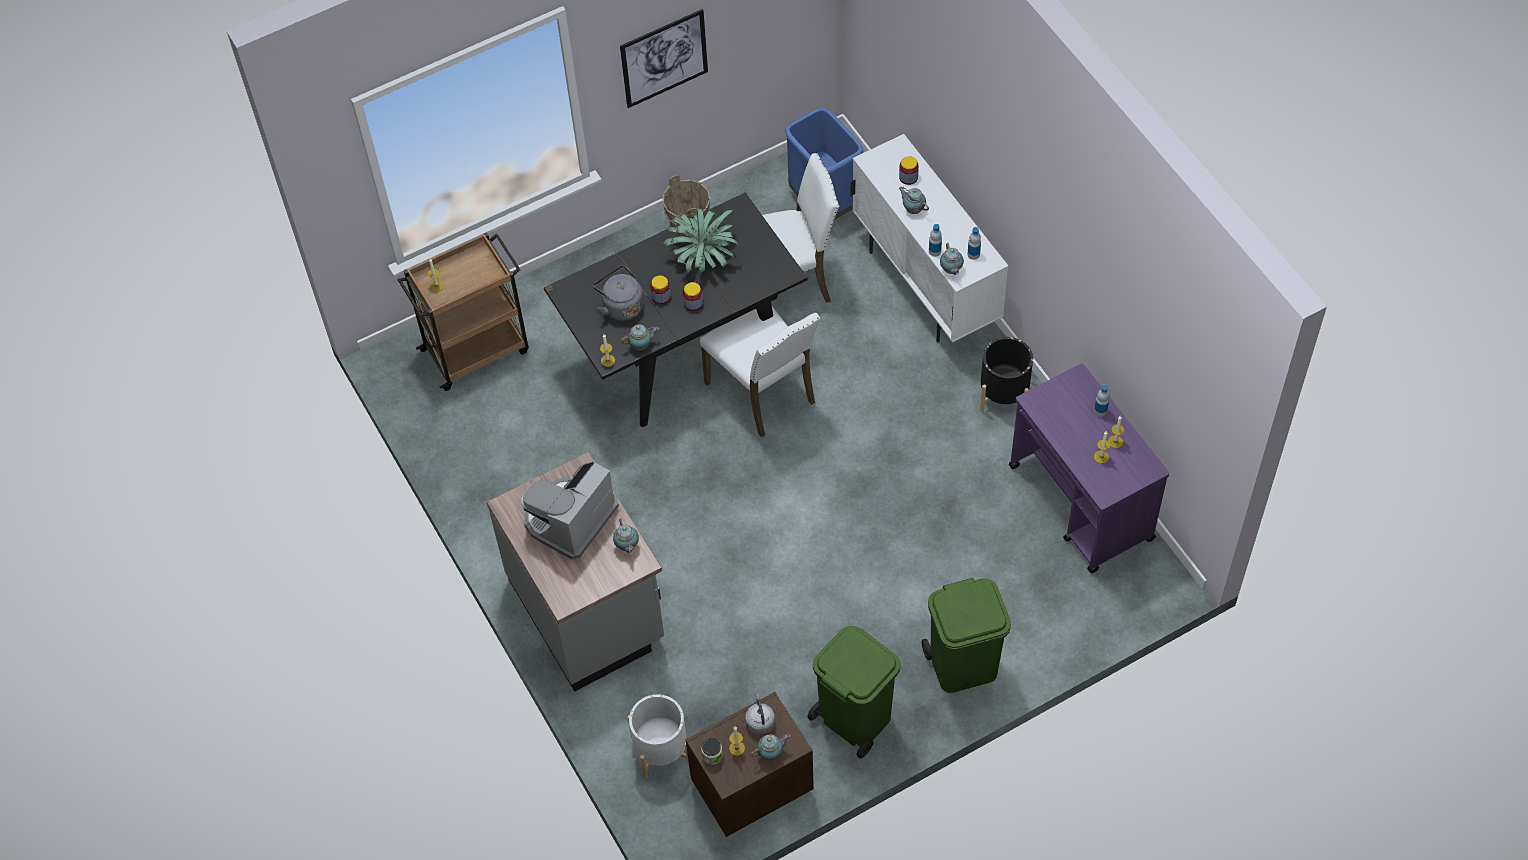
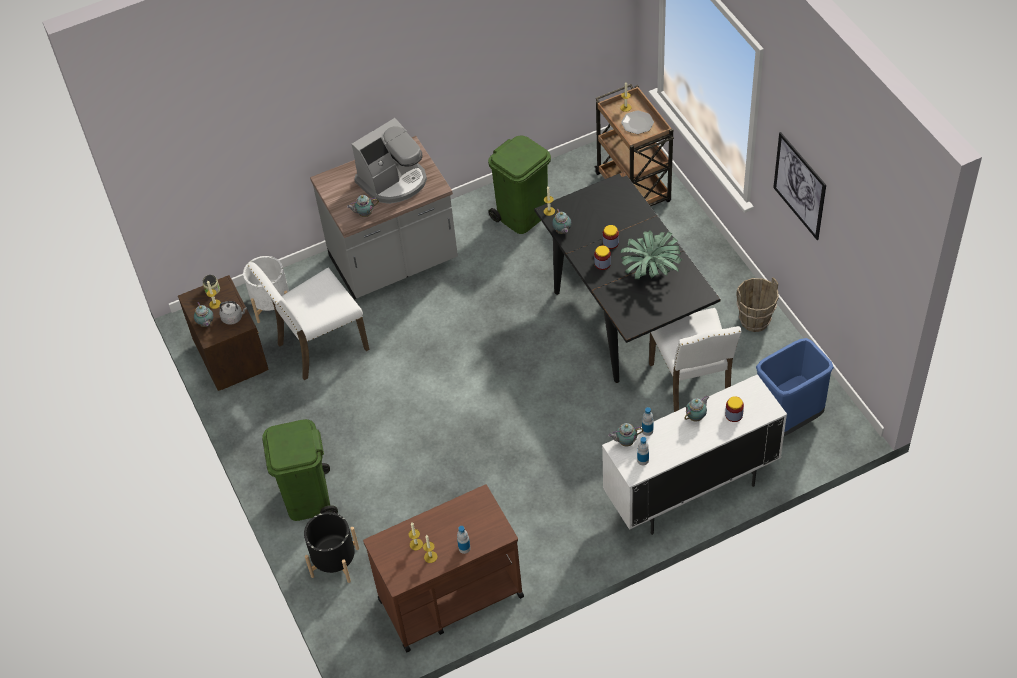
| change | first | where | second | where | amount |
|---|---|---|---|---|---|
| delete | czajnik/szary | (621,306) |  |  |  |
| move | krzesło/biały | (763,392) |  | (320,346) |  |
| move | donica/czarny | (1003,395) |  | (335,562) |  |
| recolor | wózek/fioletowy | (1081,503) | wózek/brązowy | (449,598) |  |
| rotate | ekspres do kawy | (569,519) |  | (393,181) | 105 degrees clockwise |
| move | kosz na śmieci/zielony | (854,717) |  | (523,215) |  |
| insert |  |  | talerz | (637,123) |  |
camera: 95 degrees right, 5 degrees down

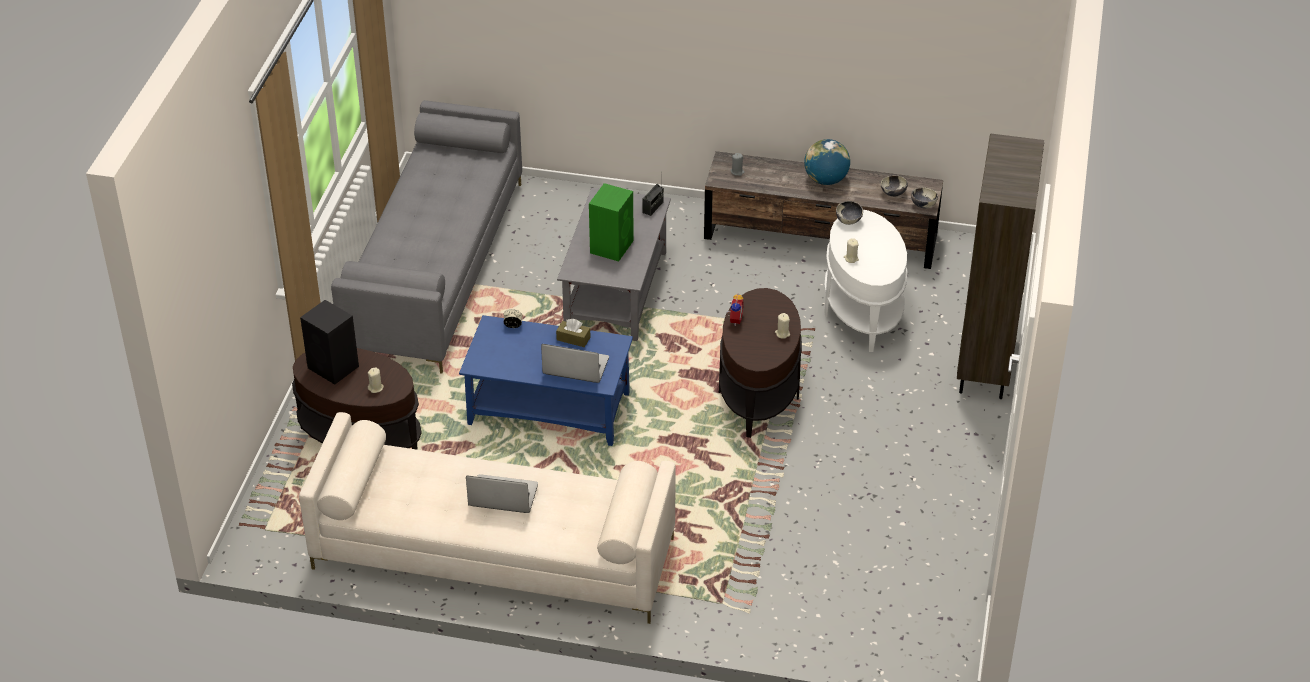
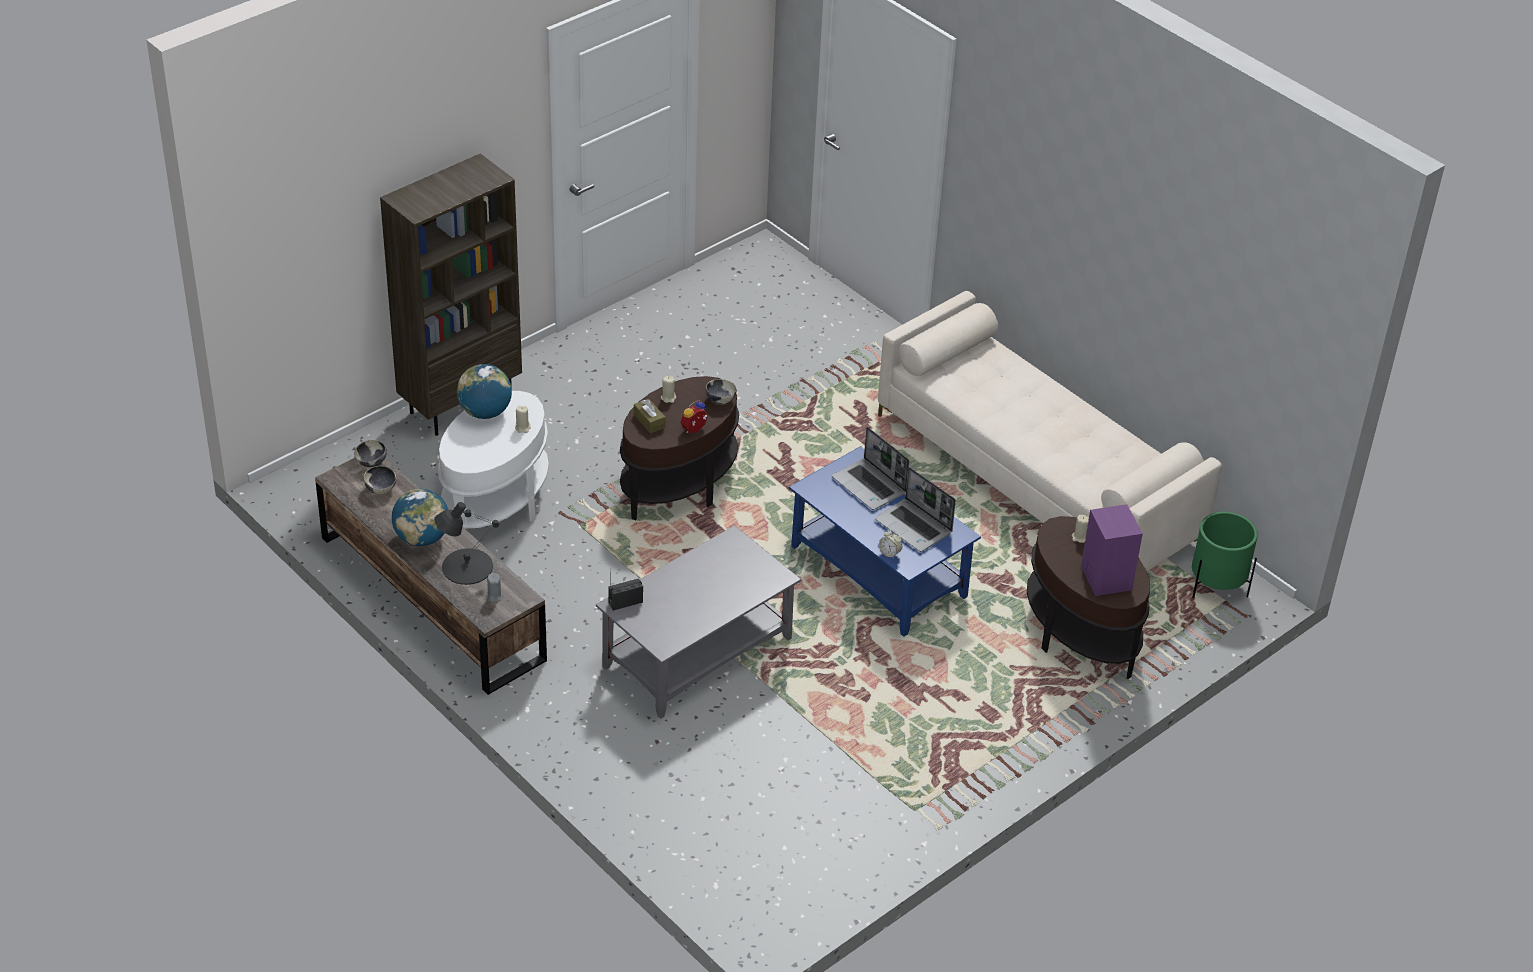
| change | first | where | second | where | amount |
|---|---|---|---|---|---|
| delete | kanapa/szary | (435,267) |  |  |  |
| delete | głośnik/zielony | (612,246) |  |  |  |
| move | miska | (848,221) |  | (720,400) |  |
| recolor | głośnik/czarny | (334,368) | głośnik/fioletowy | (1105,577) |  |
| move | pudełko chusteczek/brązowy | (573,339) |  | (649,421) |  |
| move | laptop | (502,496) |  | (914,527) |  |
| insert |  |  | globus | (485,412) |  |
| insert |  |  | lampa stołowa/czarny | (466,566) |  |
| insert |  |  | donica/zielony | (1216,586) |  |
camera: 145 degrees left, 0 degrees up

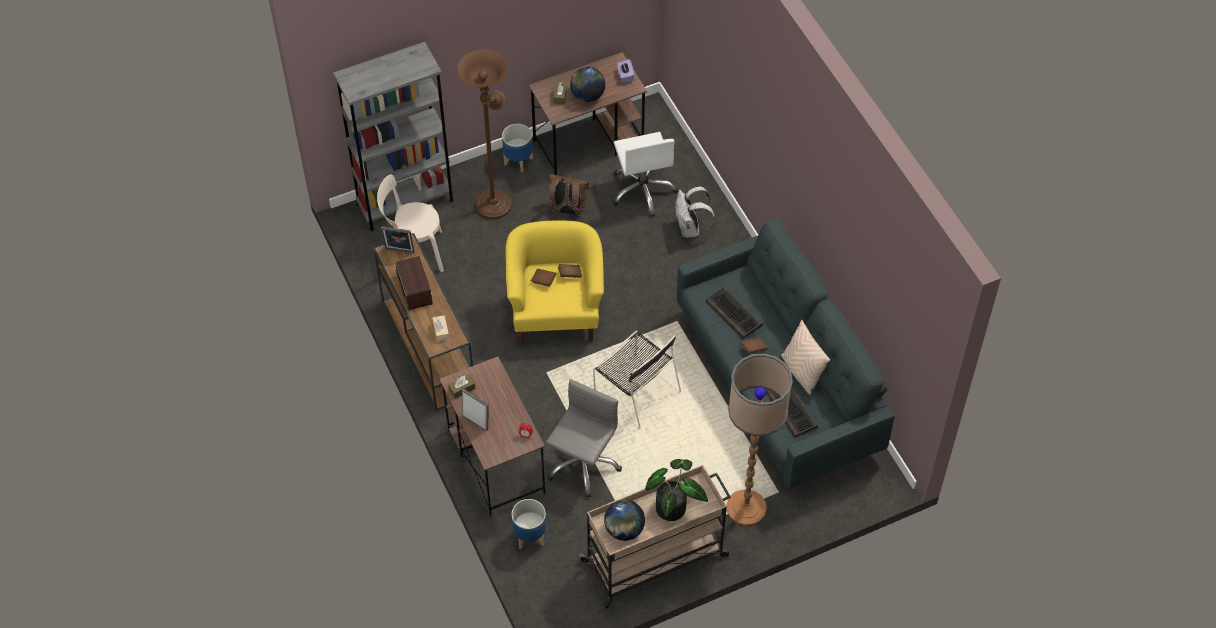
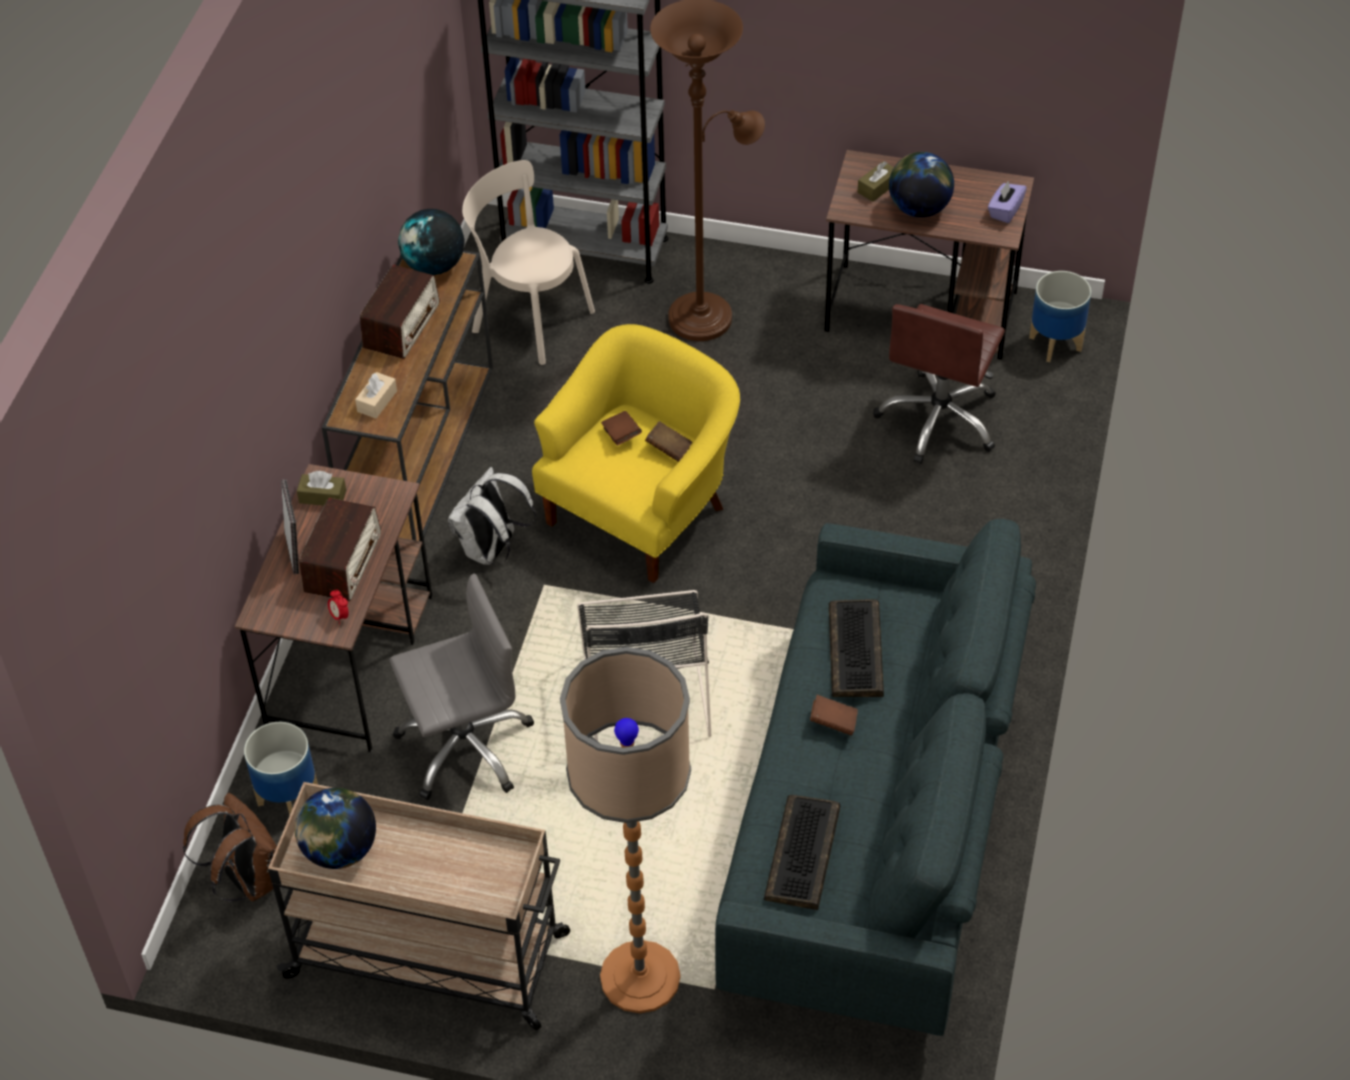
| change | first | where | second | where | amount |
|---|---|---|---|---|---|
| move | donica | (518,161) |  | (1056,343) |  |
| recolor | krzesło biurowe/biały | (643,190) | krzesło biurowe/brązowy | (939,419) |  |
| move | plecak/brązowy | (567,210) |  | (247,879) |  |
| move | plecak/biały | (690,229) |  | (491,550) |  |
| replace | ramka na zdjęcie | (399,251) | globus | (434,266) |  |
| delete | poduszka/beżowy | (801,372) |  |  |  |
| delete | roślina doniczkowa | (673,506) |  |  |  |
| insert |  |  | radio | (343,562) |  |
camera: 40 degrees right, 5 degrees down

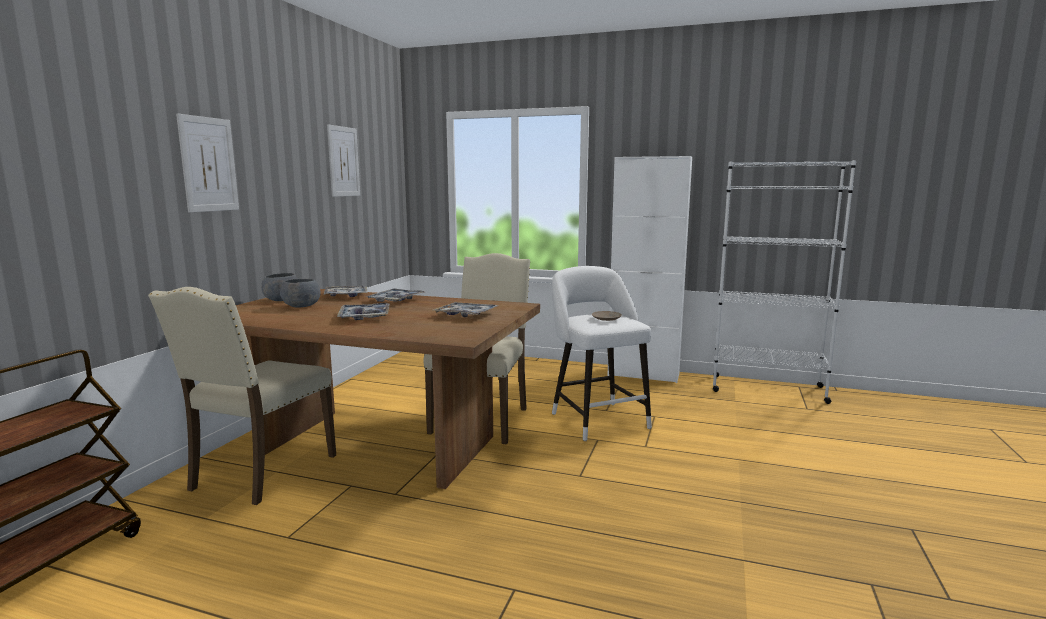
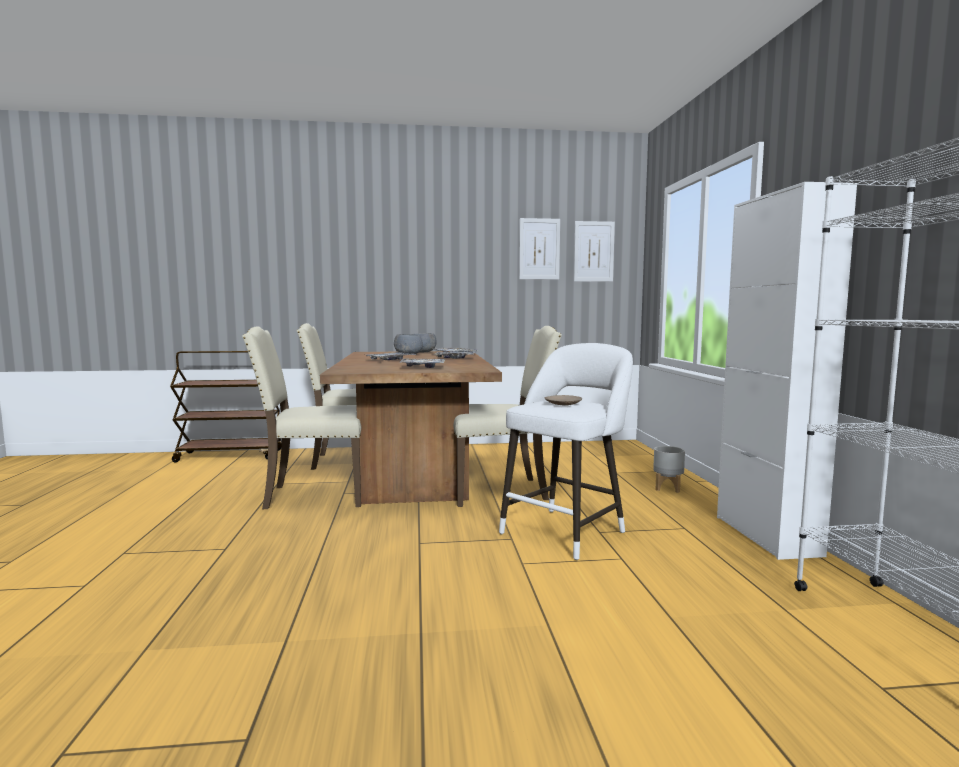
| change | first | where | second | where | amount |
|---|---|---|---|---|---|
| move | obraz | (208,164) |  | (594,251) |  |
| insert |  |  | krzesło/beżowy | (314,495) |  |
| insert |  |  | donica/szary | (668,488) |  |
camera: 65 degrees right, 5 degrees down

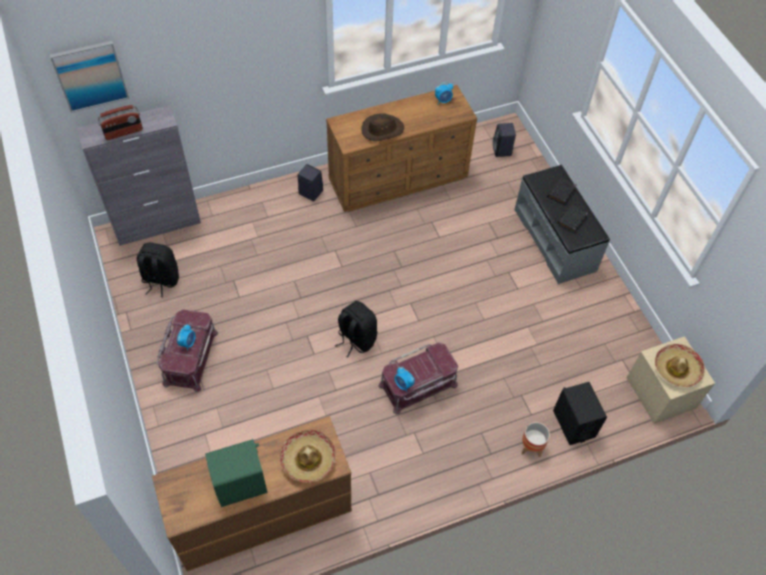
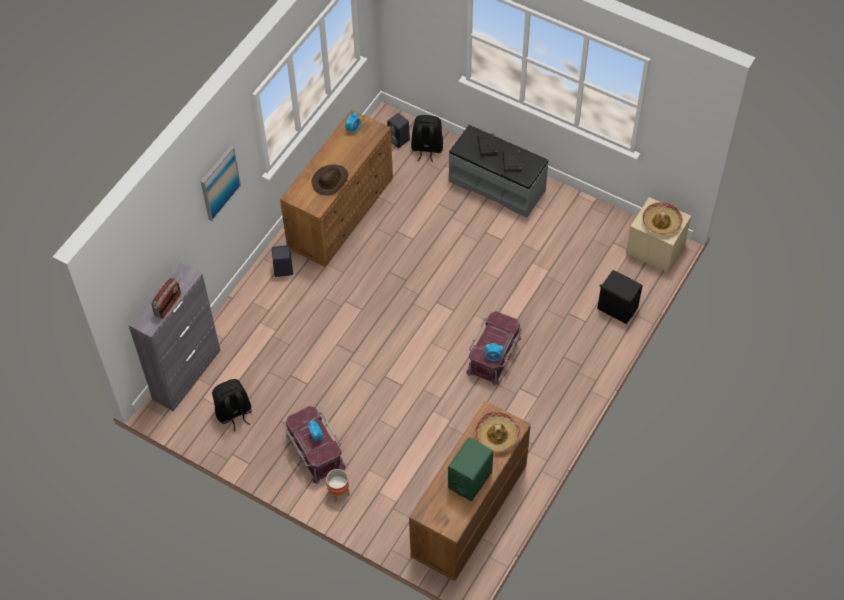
| change | first | where | second | where | amount |
|---|---|---|---|---|---|
| move | obraz | (90,75) |  | (219,182) |  |
| move | plecak/czarny | (356,339) |  | (426,148) |  |
| move | donica | (531,447) |  | (338,492) |  |
camera: 35 degrees left, 0 degrees up

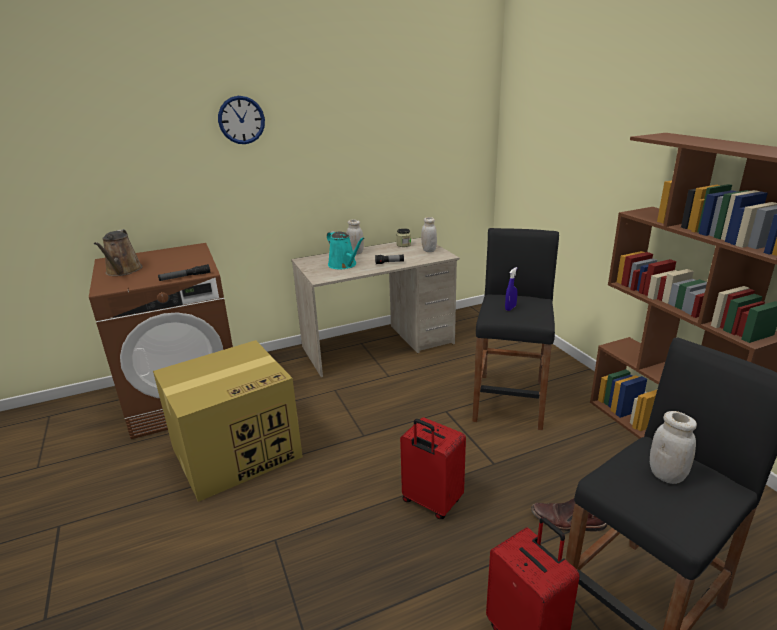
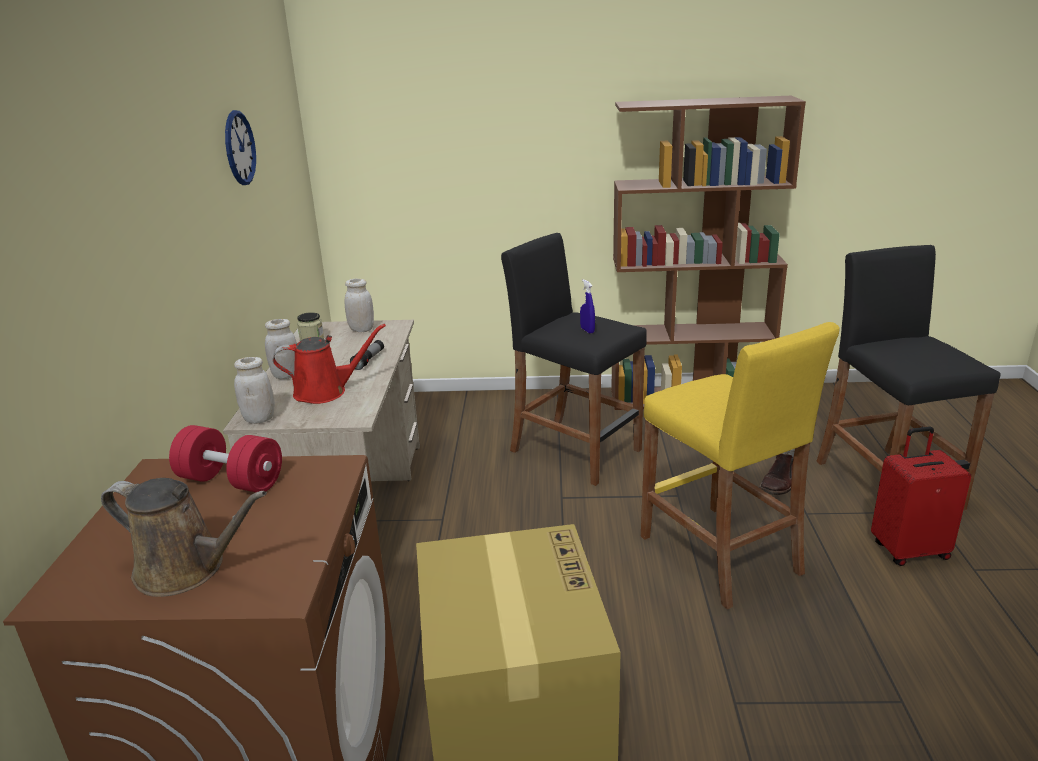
| change | first | where | second | where | amount |
|---|---|---|---|---|---|
| move | zegar ścienny | (241,120) |  | (239,148) |  |
| recolor | konewka/turkusowy | (344,265) | konewka/czerwony | (325,391) |  |
| delete | latarka | (185,277) |  |  |  |
| move | słoik/biały | (666,475) |  | (259,419) |  |
| replace | walizka/czerwony | (431,502) | stołek/żółty | (720,555) |  |
| insert |  |  | hantel/czerwony | (231,481) |  |
camera: 65 degrees left, 0 degrees up

